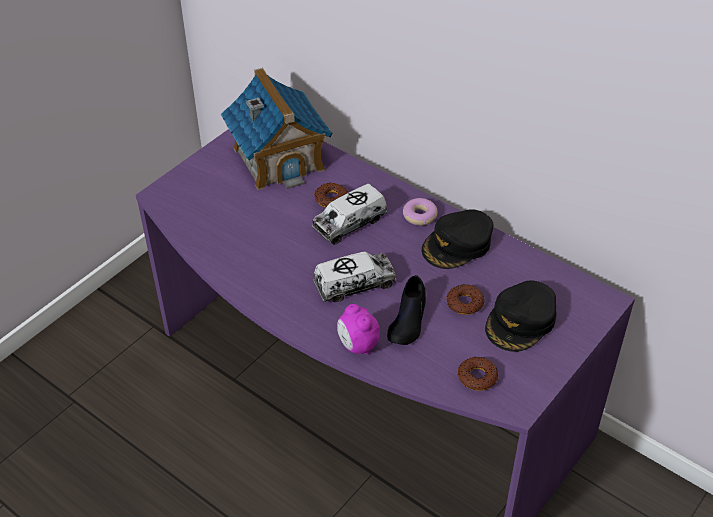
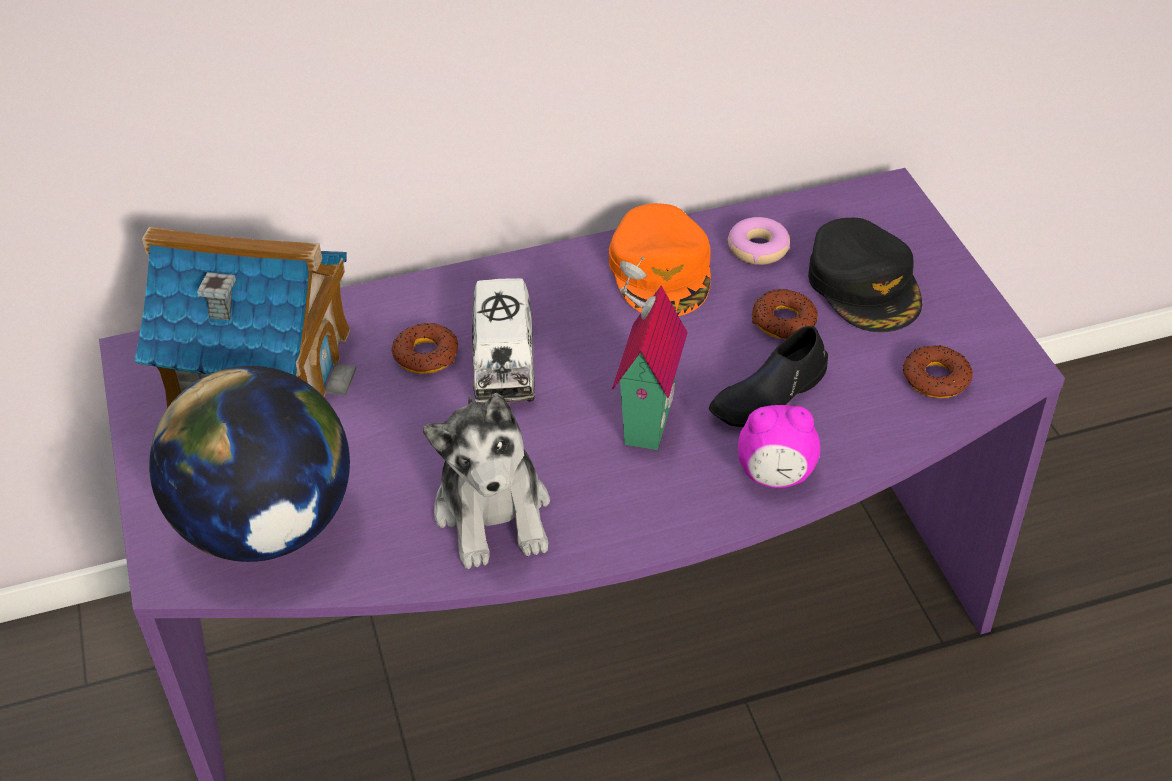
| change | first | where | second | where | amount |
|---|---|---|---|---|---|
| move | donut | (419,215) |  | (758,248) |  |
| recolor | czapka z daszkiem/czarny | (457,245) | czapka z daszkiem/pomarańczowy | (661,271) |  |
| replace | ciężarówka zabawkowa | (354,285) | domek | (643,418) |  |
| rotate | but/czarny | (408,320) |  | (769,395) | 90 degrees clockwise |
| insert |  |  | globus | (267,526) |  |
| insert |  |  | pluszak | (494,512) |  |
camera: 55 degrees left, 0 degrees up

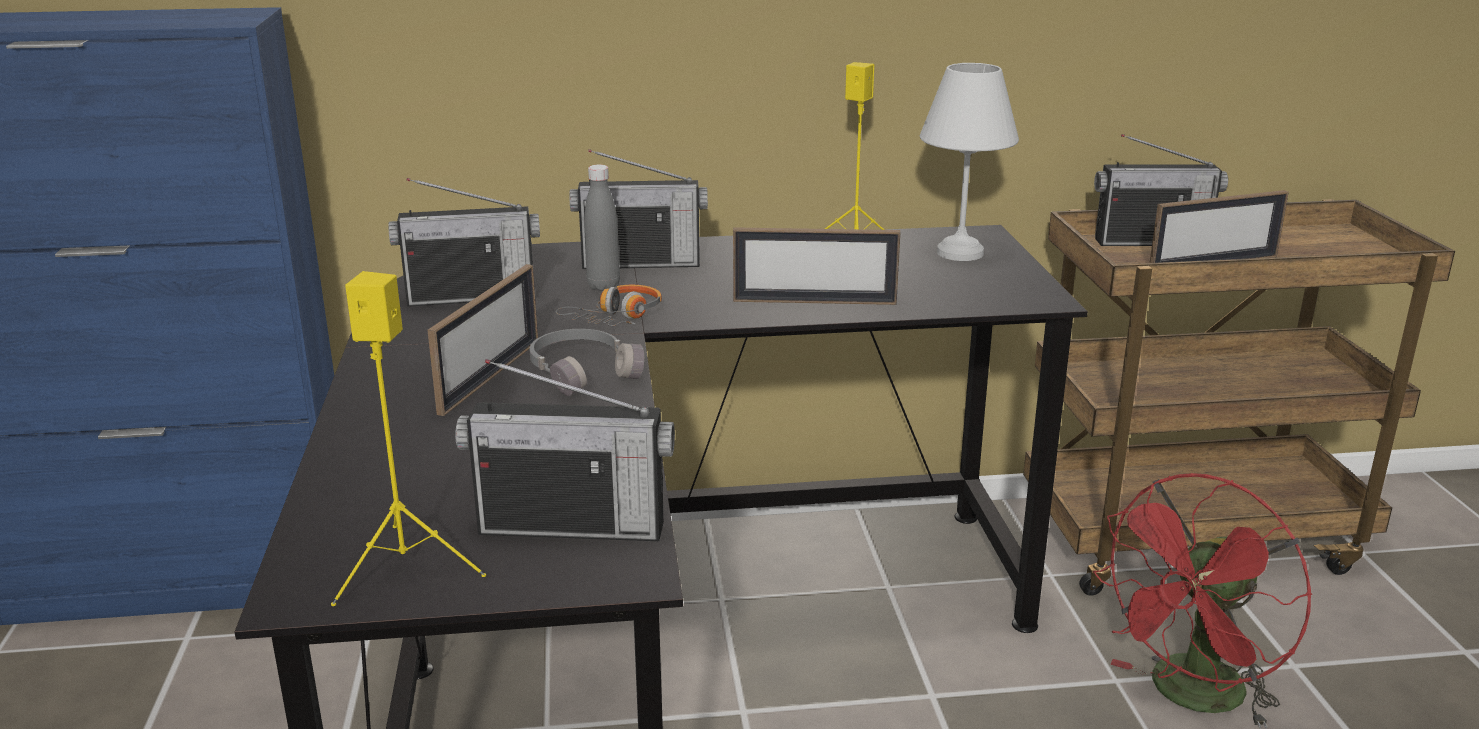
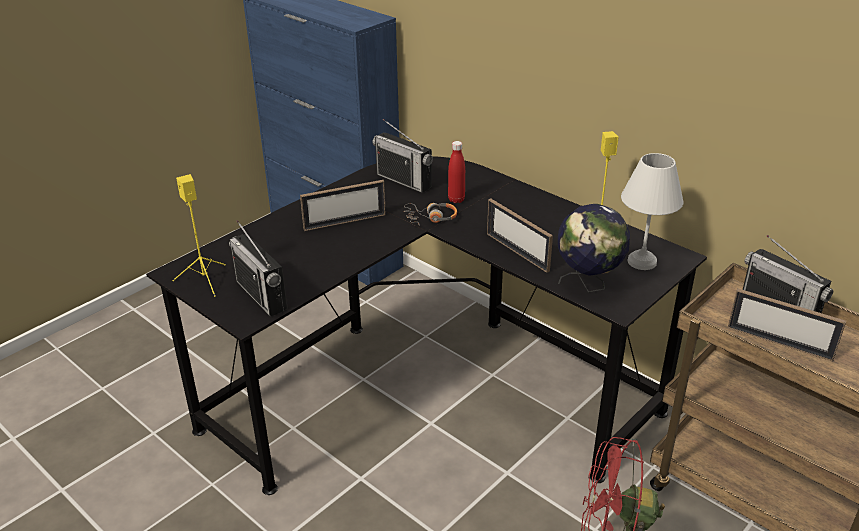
| change | first | where | second | where | amount |
|---|---|---|---|---|---|
| delete | radio | (641,263) |  |  |  |
| recolor | butelka/szary | (603,286) | butelka/czerwony | (456,200) |  |
| delete | słuchawki/szary | (583,371) |  |  |  |
| insert |  |  | globus | (588,284) |  |
camera: 50 degrees right, 10 degrees up

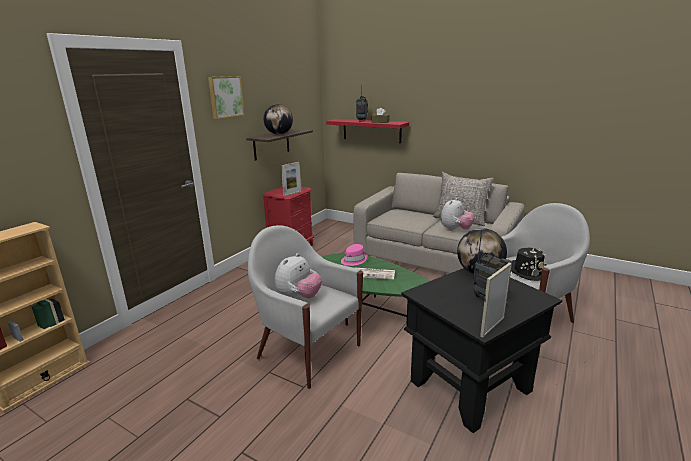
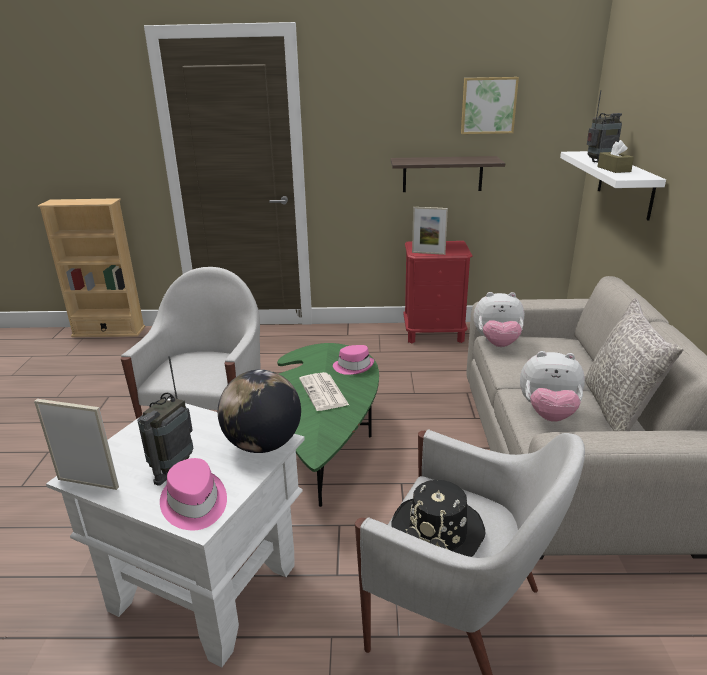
| change | first | where | second | where | amount |
|---|---|---|---|---|---|
| move | obraz | (225,96) |  | (488,105) |  |
| delete | globus | (279,134) |  |  |  |
| recolor | półka/czerwony | (371,130) | półka/biały | (625,184) |  |
| move | pluszak | (299,297) |  | (497,343) |  |
| recolor | stolik/czarny | (469,385) | stolik/biały | (204,586) |  |
| insert |  |  | kapelusz/różowy | (194,504) |  |
camera: 60 degrees right, 5 degrees up

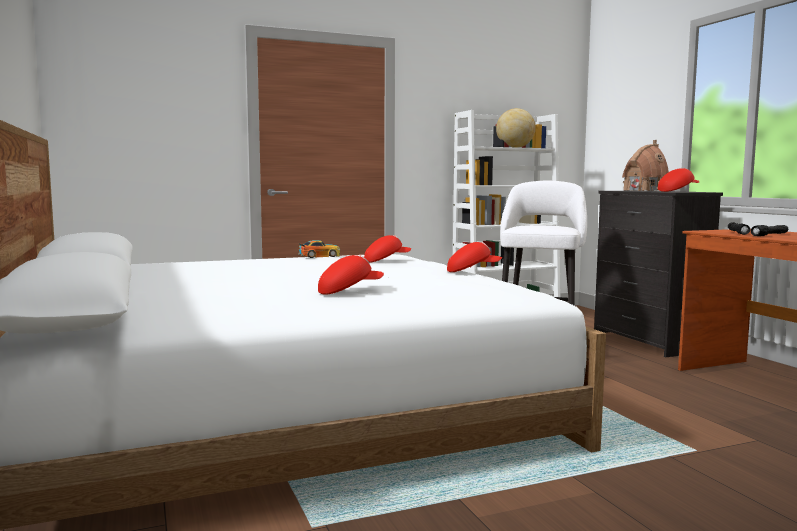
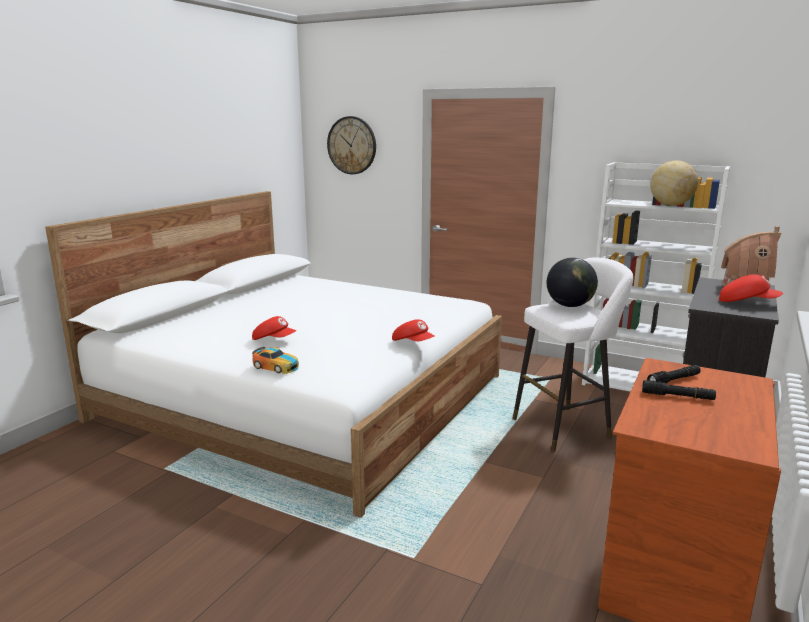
| change | first | where | second | where | amount |
|---|---|---|---|---|---|
| delete | czapka z daszkiem/czerwony | (386,261) |  |  |  |
| move | samochodzik | (320,256) |  | (276,366) |  |
| insert |  |  | zegar ścienny | (352,145) |  |
| insert |  |  | globus | (569,306) |  |
camera: 50 degrees right, 10 degrees up

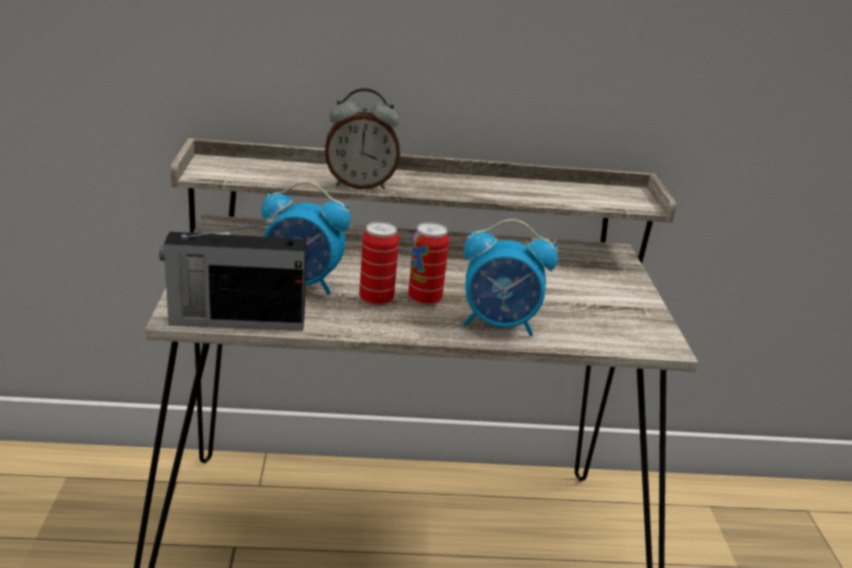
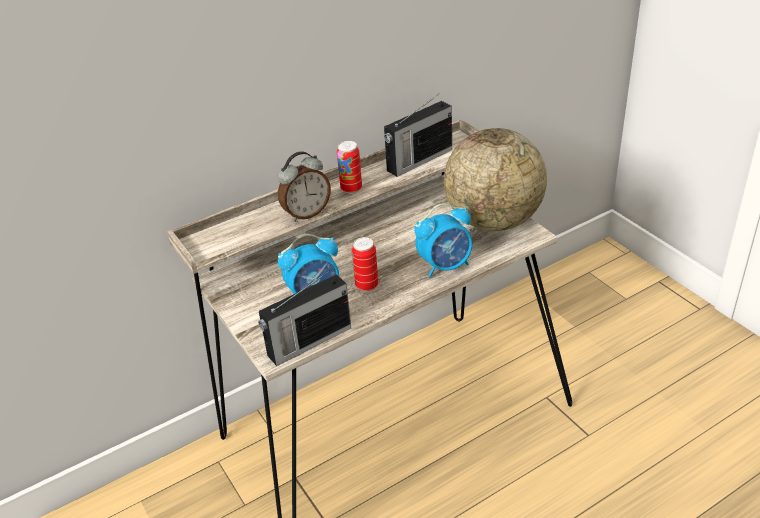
| change | first | where | second | where | amount |
|---|---|---|---|---|---|
| move | puszka | (424,299) |  | (351,189) |  |
| insert |  |  | radio | (418,160) |  |
| insert |  |  | globus | (493,221) |  |
camera: 25 degrees left, 10 degrees up

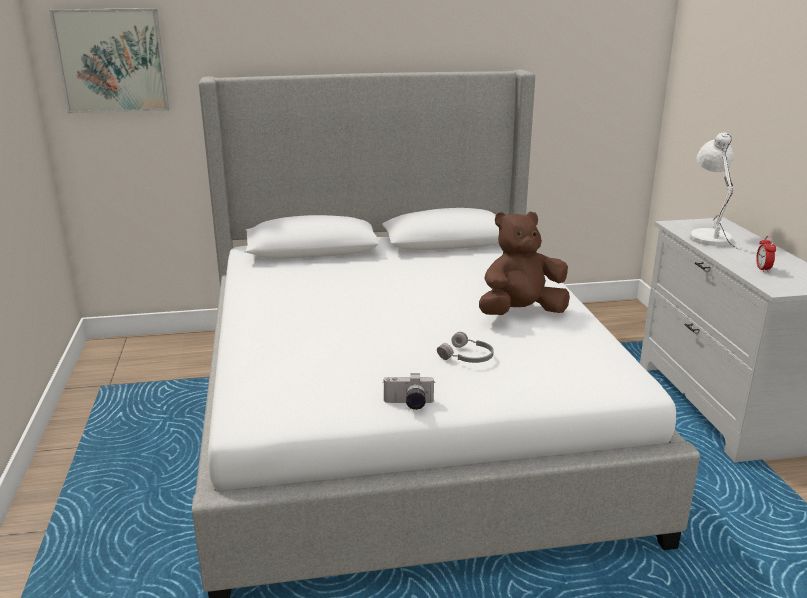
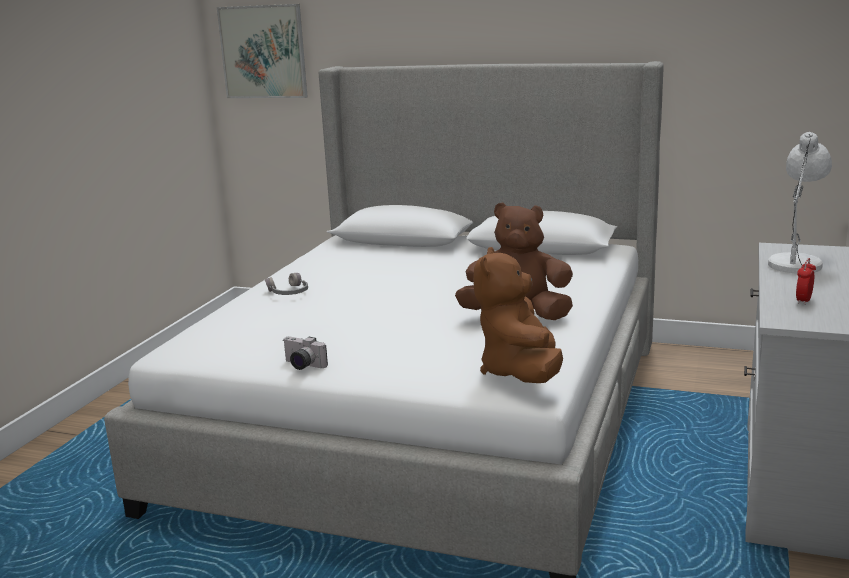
| change | first | where | second | where | amount |
|---|---|---|---|---|---|
| move | słuchawki/szary | (467,357) |  | (288,293) |  |
| insert |  |  | pluszak/brązowy | (520,373) |  |
camera: 30 degrees right, 5 degrees down

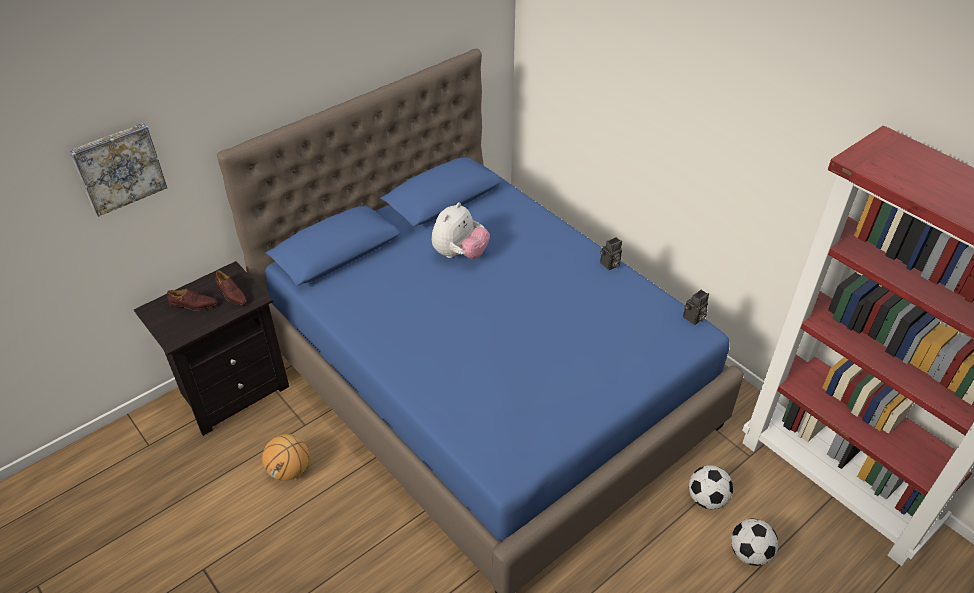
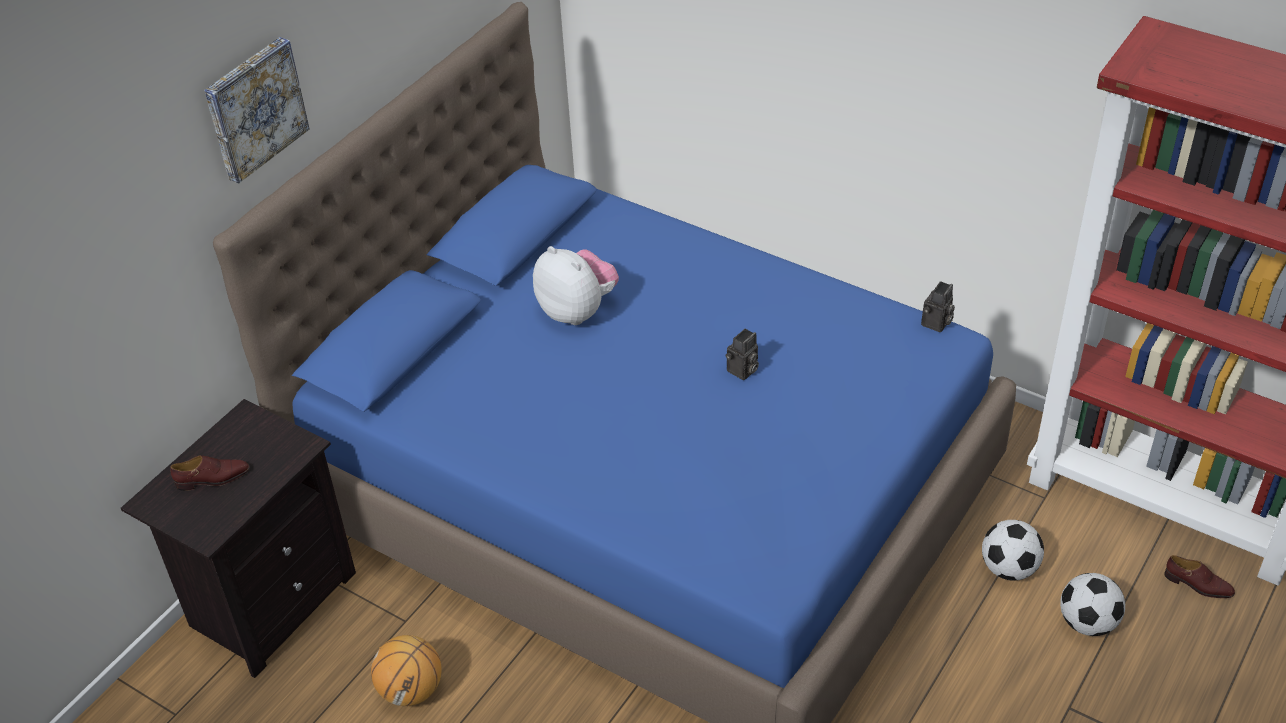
| change | first | where | second | where | amount |
|---|---|---|---|---|---|
| move | obraz | (118,168) |  | (254,108) |  |
| rotate | pluszak | (460,254) |  | (577,311) | 60 degrees counterclockwise |
| move | aparat fotograficzny | (609,265) |  | (742,371) |  |
| move | but/brązowy | (231,294) |  | (1198,585) |  |
camera: 15 degrees left, 0 degrees up

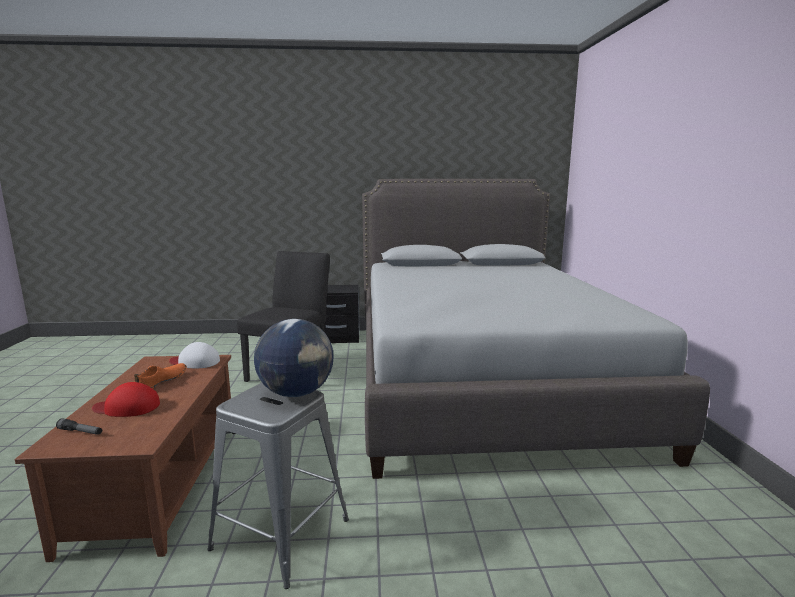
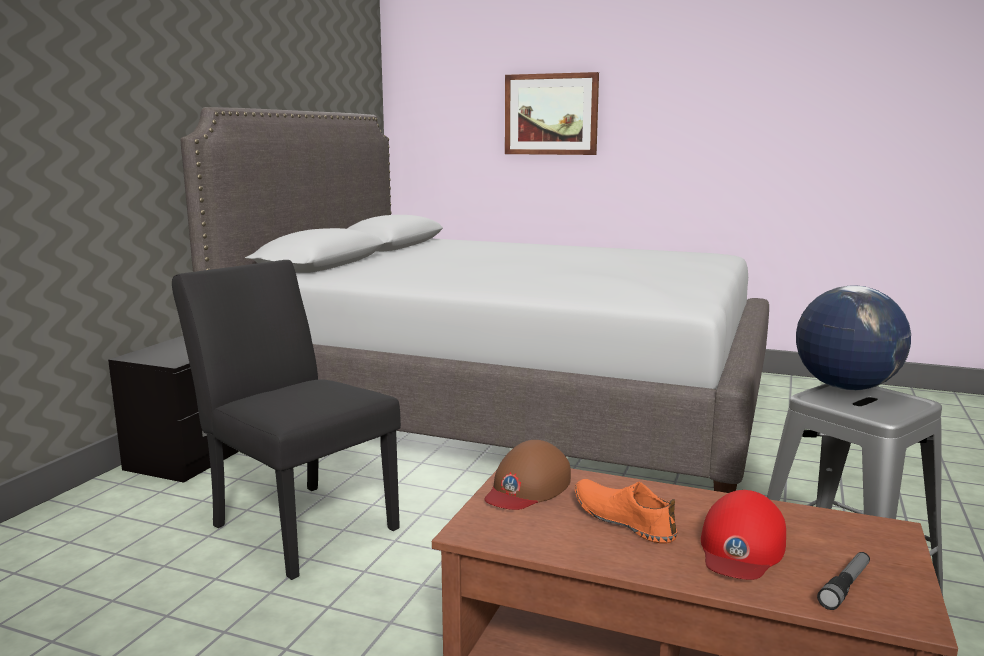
| change | first | where | second | where | amount |
|---|---|---|---|---|---|
| recolor | czapka z daszkiem/biały | (195,362) | czapka z daszkiem/brązowy | (527,487) |  |
| insert |  |  | obraz | (551,114) |  |
camera: 65 degrees left, 0 degrees up

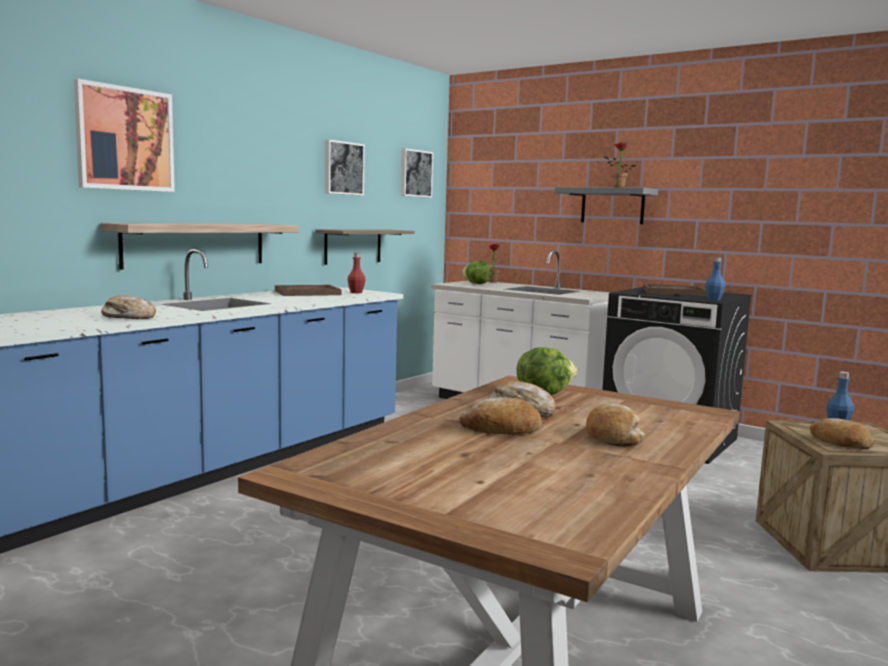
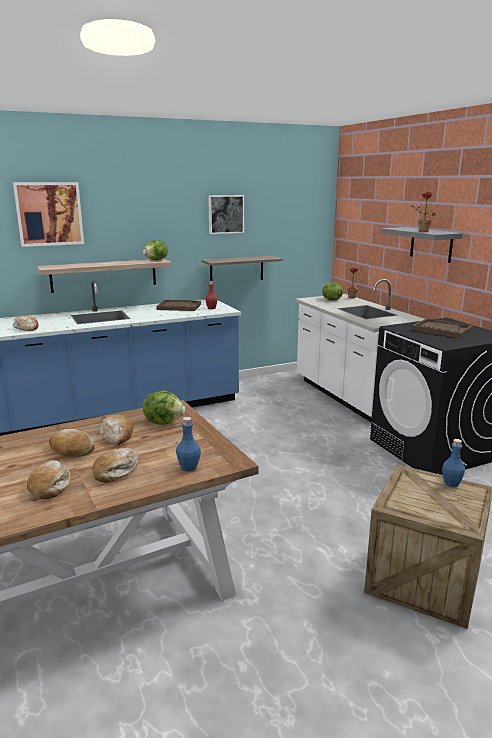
| change | first | where | second | where | amount |
|---|---|---|---|---|---|
| delete | obraz | (415,173) |  |  |  |
| move | butelka/niebieski | (714,299) |  | (189,467) |  |
| move | chleb | (840,442) |  | (50,486) |  |
| insert |  |  | sałata | (156,260) |  |
camera: 30 degrees right, 10 degrees up

